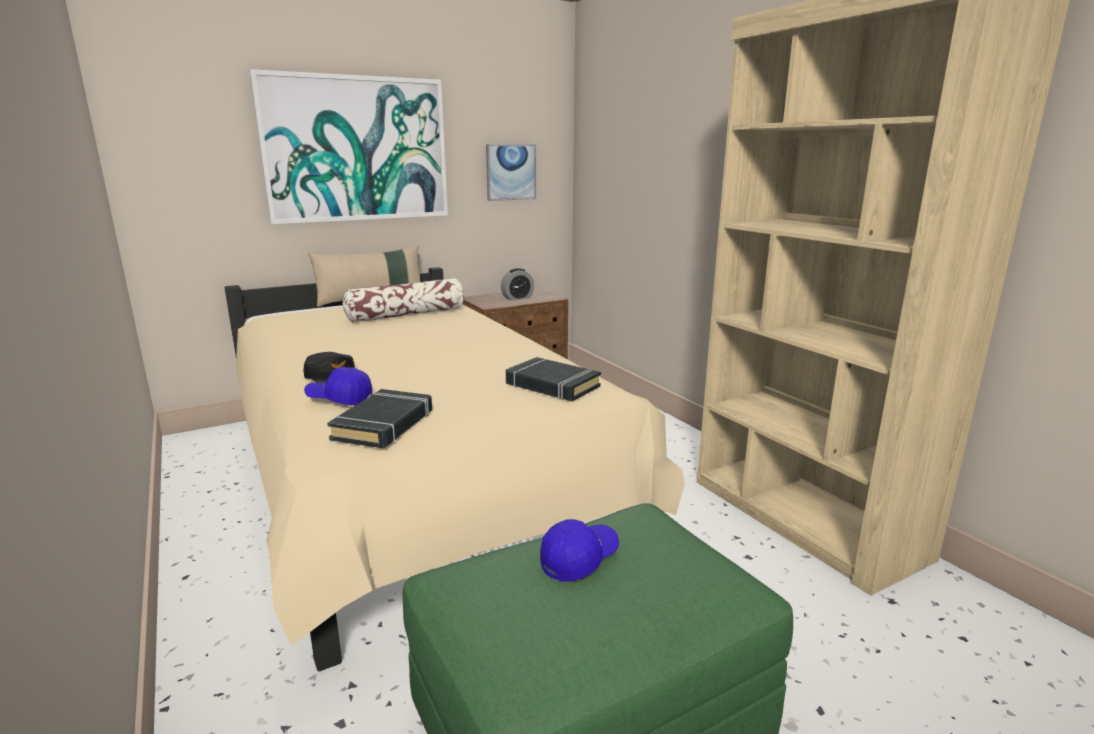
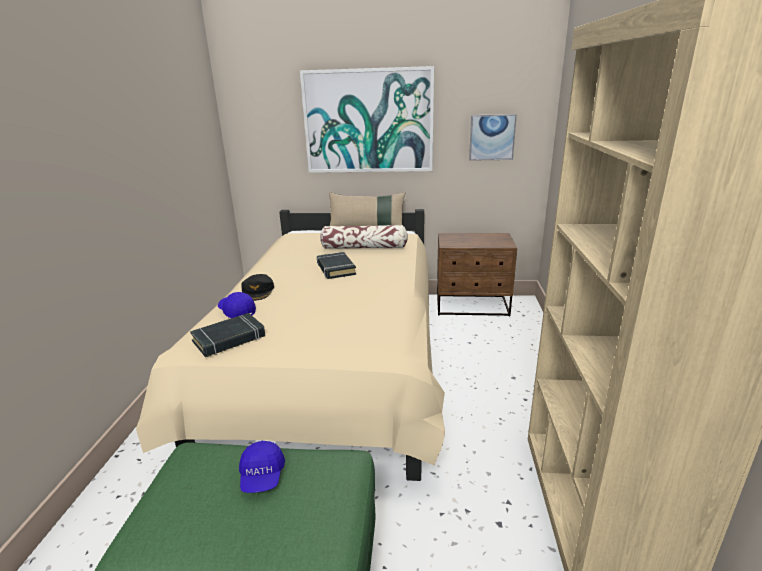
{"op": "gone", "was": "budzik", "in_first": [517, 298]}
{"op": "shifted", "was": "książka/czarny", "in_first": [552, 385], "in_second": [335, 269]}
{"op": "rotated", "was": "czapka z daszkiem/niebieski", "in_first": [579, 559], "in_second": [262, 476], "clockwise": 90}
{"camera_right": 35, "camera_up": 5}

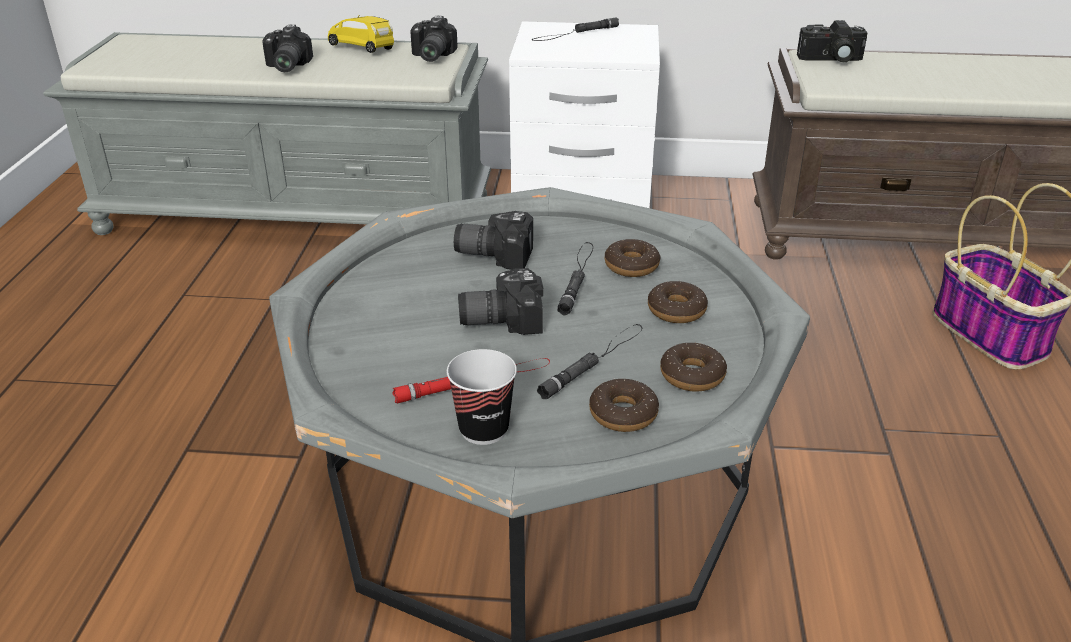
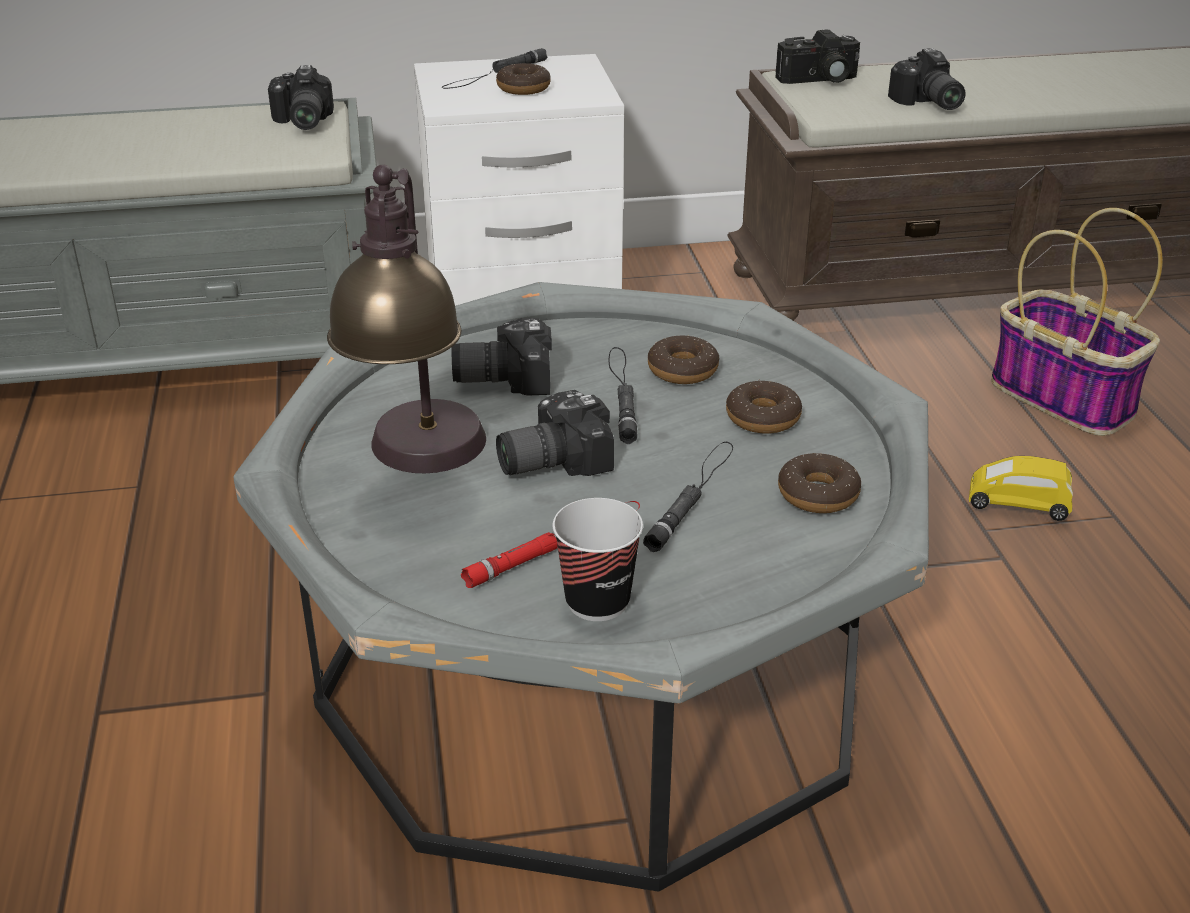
{"op": "shifted", "was": "aparat fotograficzny", "in_first": [285, 66], "in_second": [926, 103]}
{"op": "shifted", "was": "samochodzik/żółty", "in_first": [362, 49], "in_second": [1017, 506]}
{"op": "shifted", "was": "donut", "in_first": [623, 414], "in_second": [523, 88]}
{"op": "new", "now": "lampa stołowa", "in_second": [420, 467]}
{"camera_right": -15, "camera_up": 0}

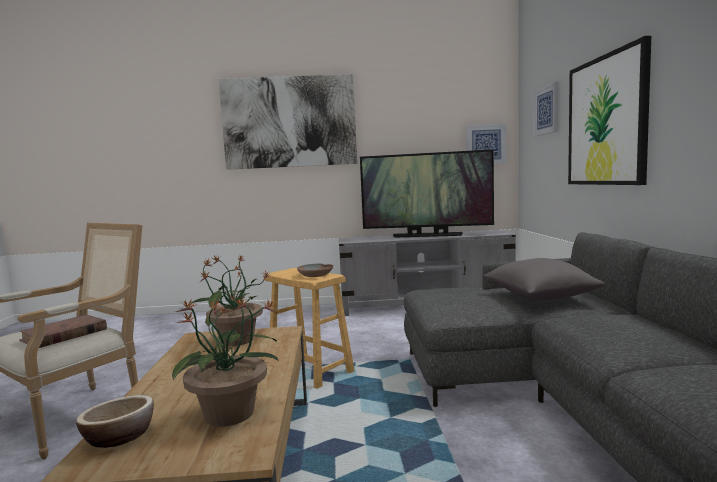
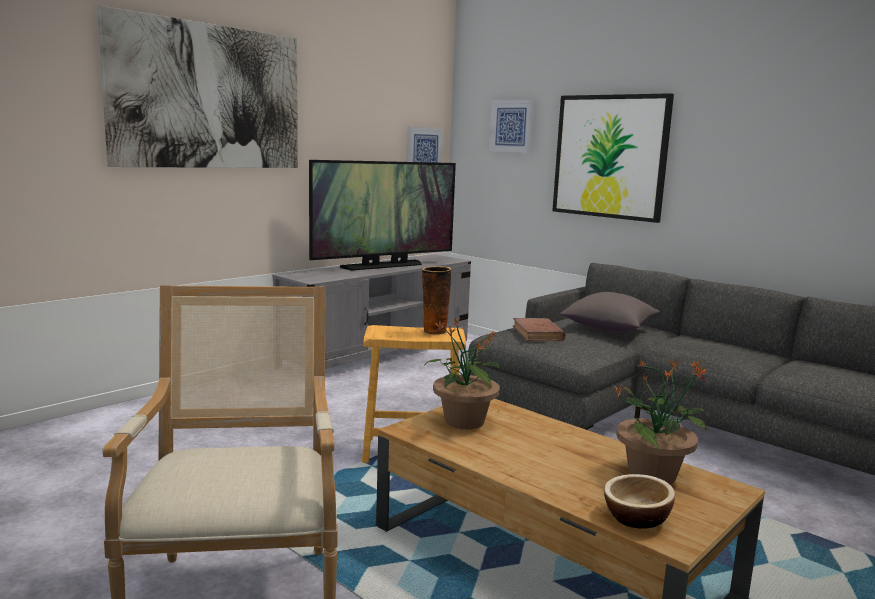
{"op": "shifted", "was": "książka/brązowy", "in_first": [64, 335], "in_second": [537, 333]}
{"op": "swapped", "was": "miska/brązowy", "now": "wazon", "in_first": [315, 275], "in_second": [433, 332]}
{"camera_right": -45, "camera_up": 5}

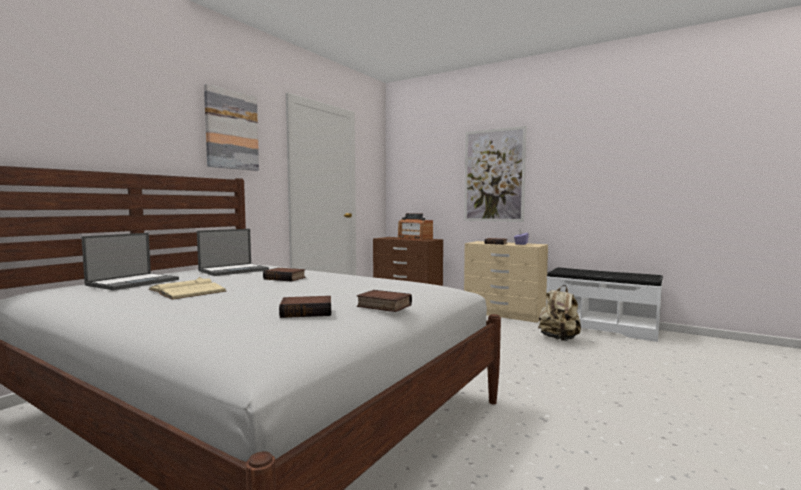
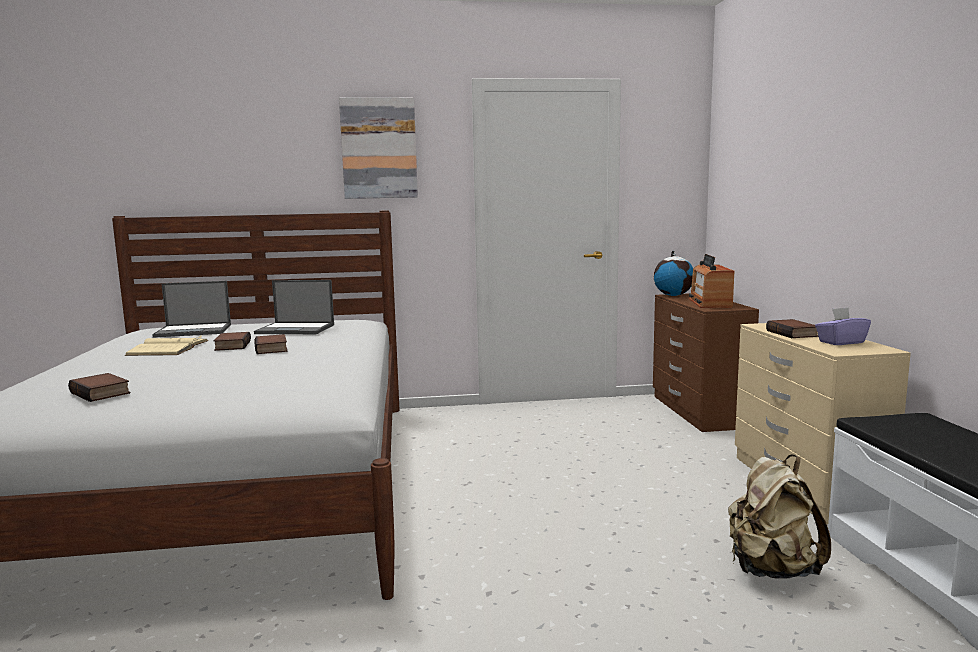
{"op": "shifted", "was": "książka", "in_first": [382, 306], "in_second": [231, 345]}
{"op": "gone", "was": "obraz", "in_first": [494, 175]}
{"op": "new", "now": "globus", "in_second": [673, 295]}
{"camera_right": 50, "camera_up": 5}

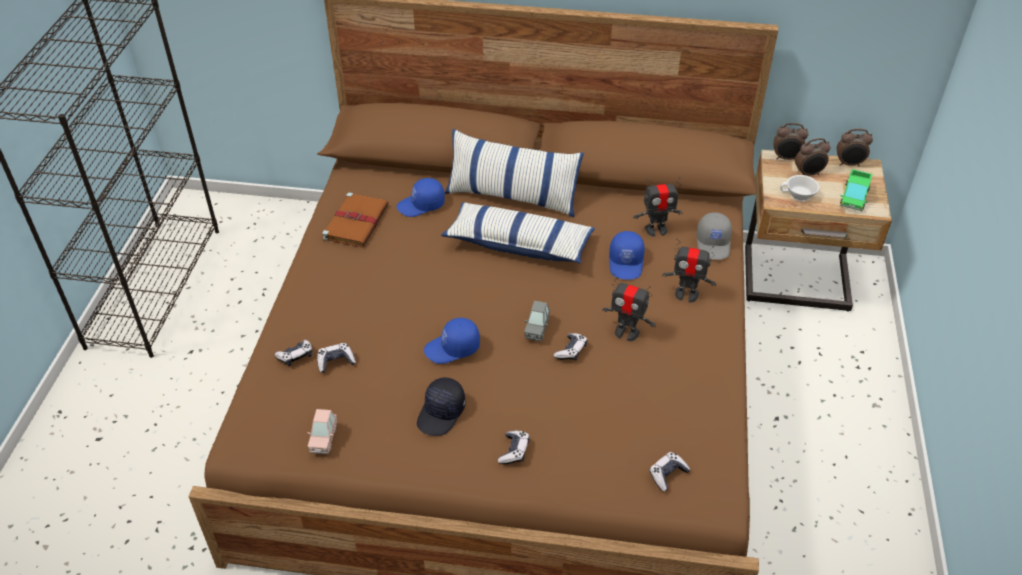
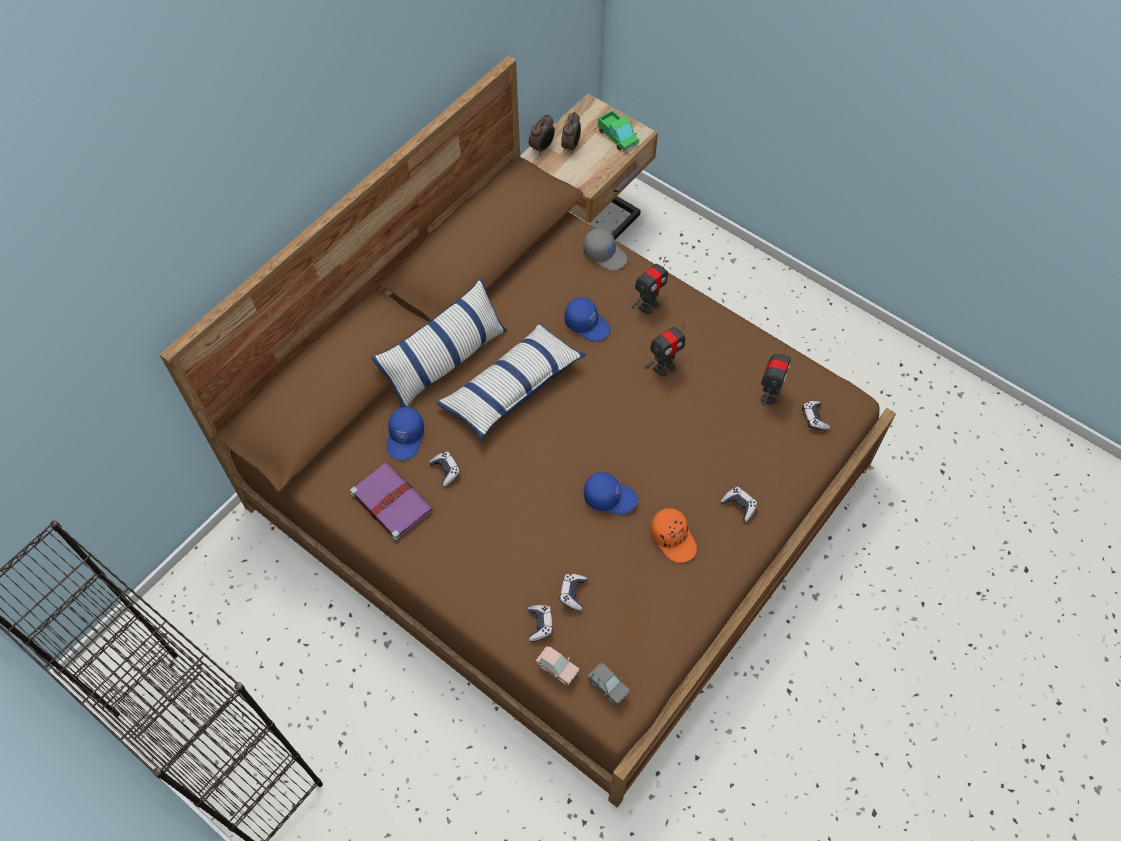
{"op": "shifted", "was": "samochodzik/różowy", "in_first": [323, 439], "in_second": [557, 668]}
{"op": "repainted", "was": "książka/brązowy", "now": "książka/fioletowy", "in_first": [356, 221], "in_second": [390, 501]}
{"op": "repainted", "was": "czapka z daszkiem/czarny", "now": "czapka z daszkiem/pomarańczowy", "in_first": [442, 413], "in_second": [673, 538]}
{"op": "rotated", "was": "czapka z daszkiem/niebieski", "in_first": [452, 348], "in_second": [610, 497], "clockwise": -90}
{"op": "shifted", "was": "samochodzik/szary", "in_first": [537, 328], "in_second": [608, 686]}
{"op": "shifted", "was": "pad do gier", "in_first": [571, 351], "in_second": [446, 470]}
{"op": "shifted", "was": "robot zabawkowy", "in_first": [656, 230], "in_second": [769, 395]}
{"op": "gone", "was": "filiżanka/biały", "in_first": [799, 196]}
{"op": "gone", "was": "budzik", "in_first": [849, 164]}
{"camera_right": -60, "camera_up": 15}

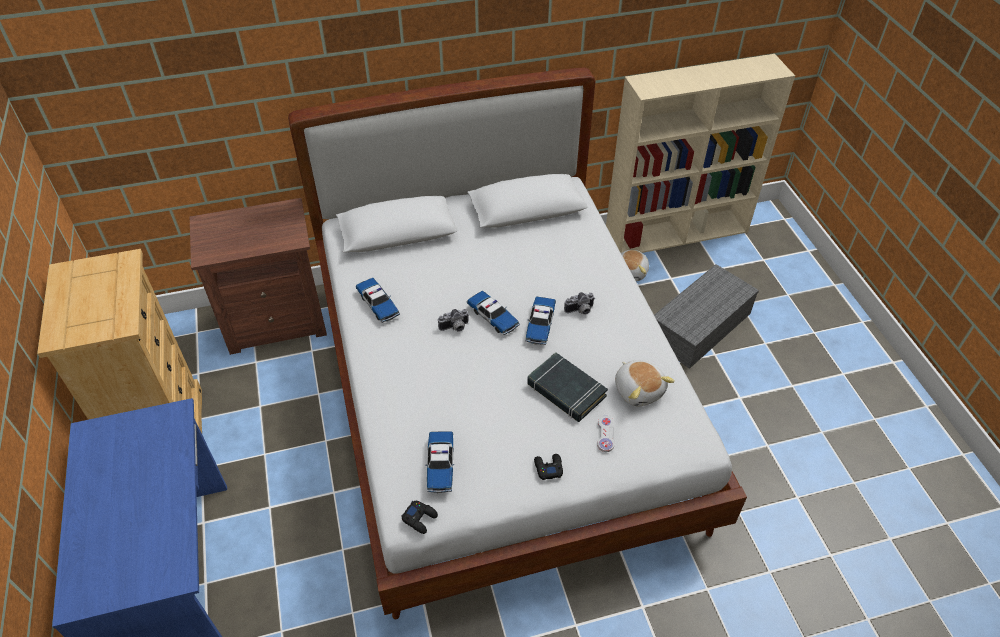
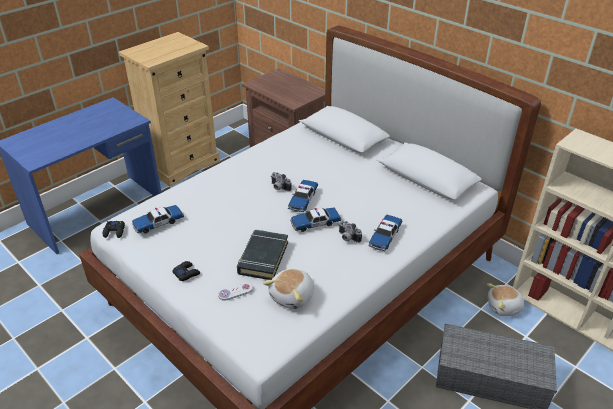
{"op": "shifted", "was": "samochodzik", "in_first": [378, 304], "in_second": [385, 236]}
{"camera_right": 60, "camera_up": -10}

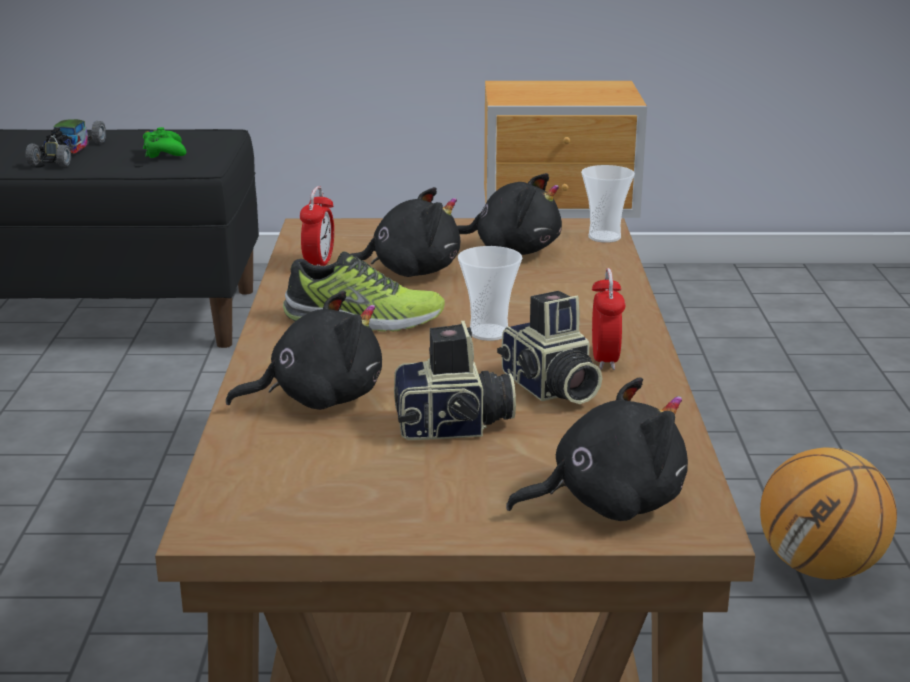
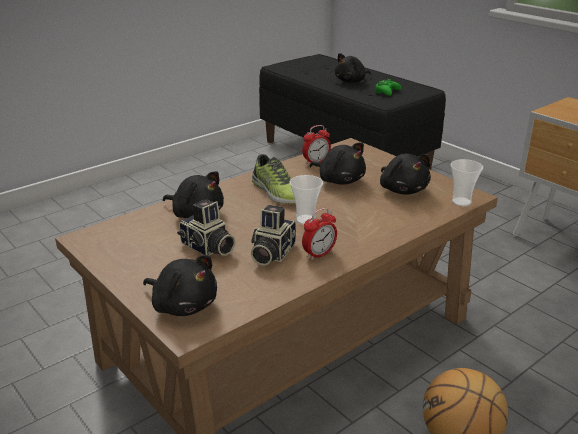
{"op": "swapped", "was": "samochodzik", "now": "pluszak/czarny", "in_first": [67, 153], "in_second": [351, 81]}
{"camera_right": 50, "camera_up": 5}

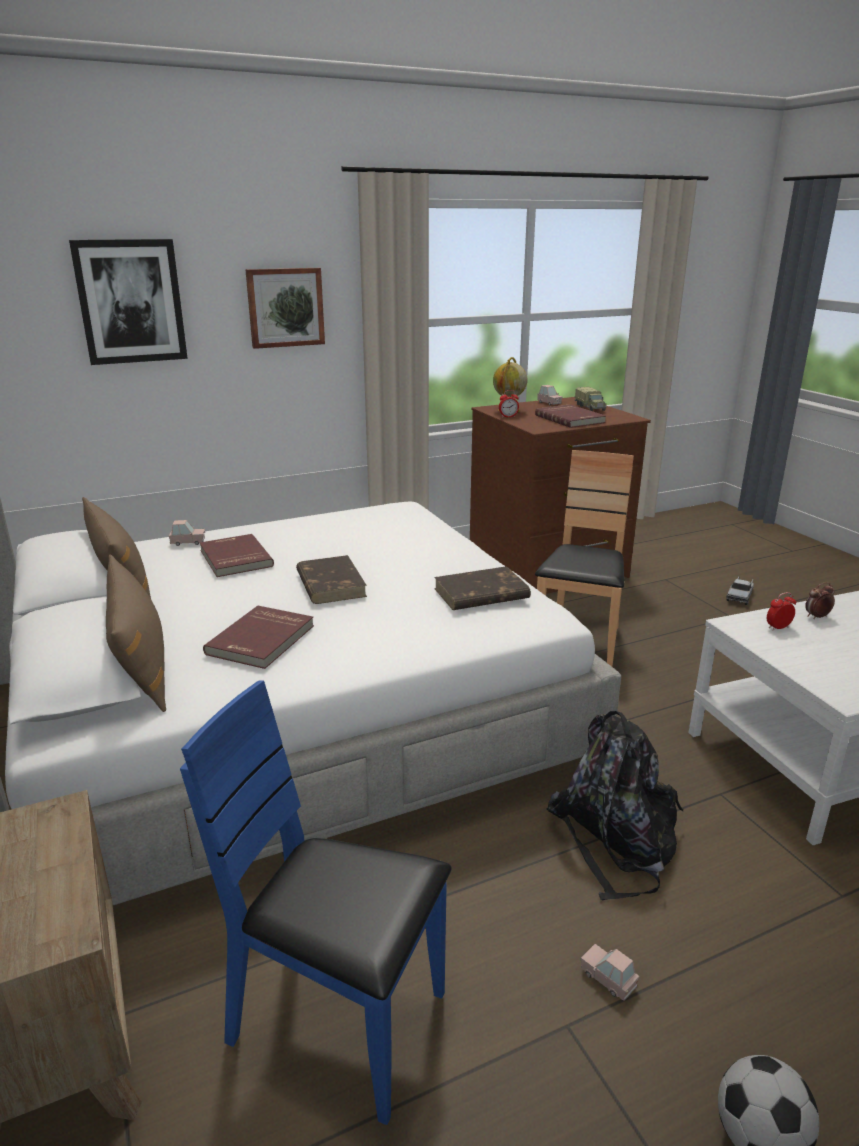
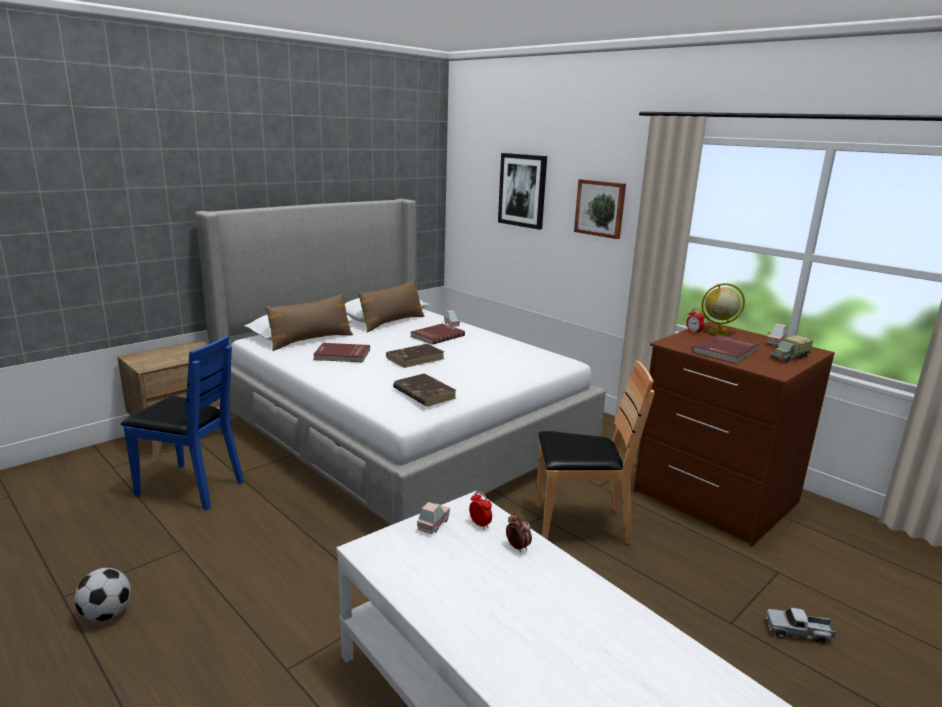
{"op": "rotated", "was": "krzesło/niebieski", "in_first": [338, 1022], "in_second": [190, 487], "clockwise": 105}
{"op": "gone", "was": "plecak/czarny", "in_first": [616, 839]}
{"op": "shifted", "was": "samochodzik/różowy", "in_first": [607, 979], "in_second": [433, 524]}
{"camera_right": 70, "camera_up": -5}

